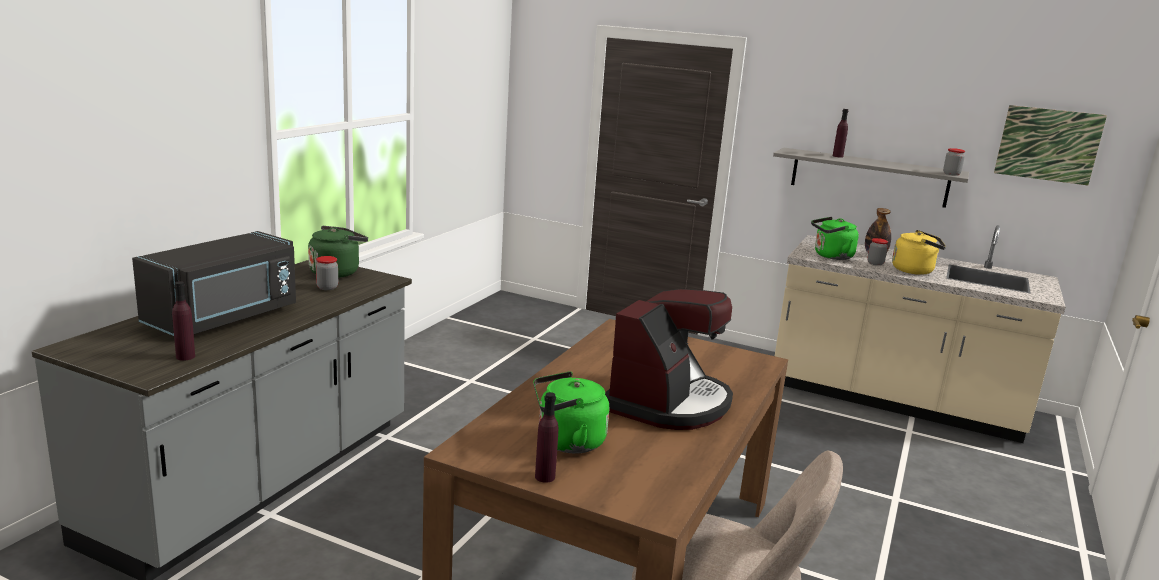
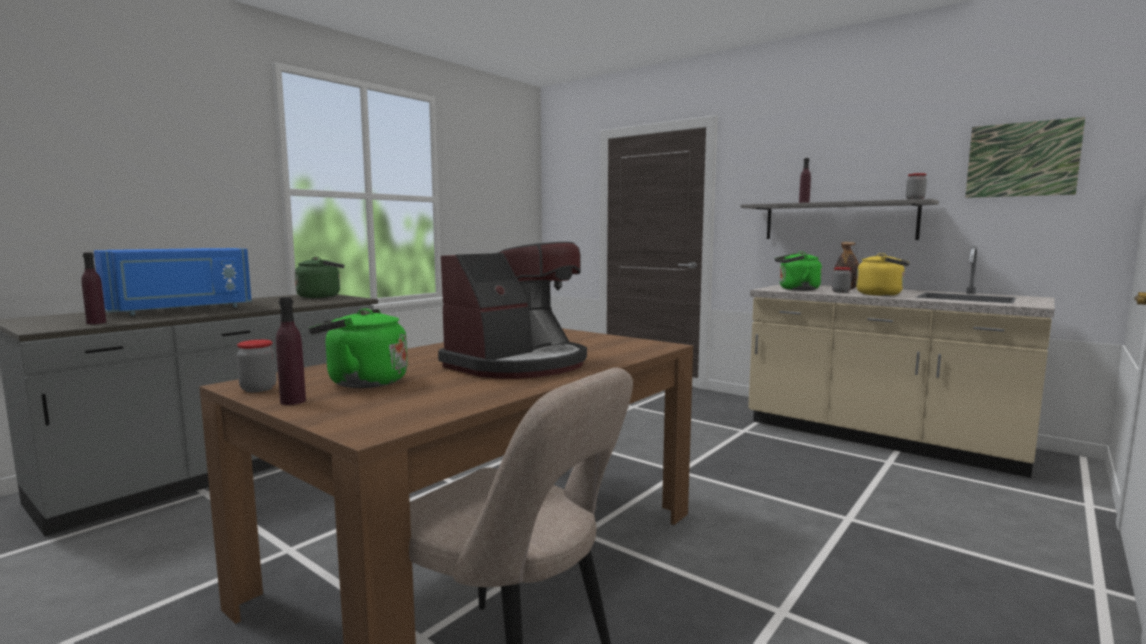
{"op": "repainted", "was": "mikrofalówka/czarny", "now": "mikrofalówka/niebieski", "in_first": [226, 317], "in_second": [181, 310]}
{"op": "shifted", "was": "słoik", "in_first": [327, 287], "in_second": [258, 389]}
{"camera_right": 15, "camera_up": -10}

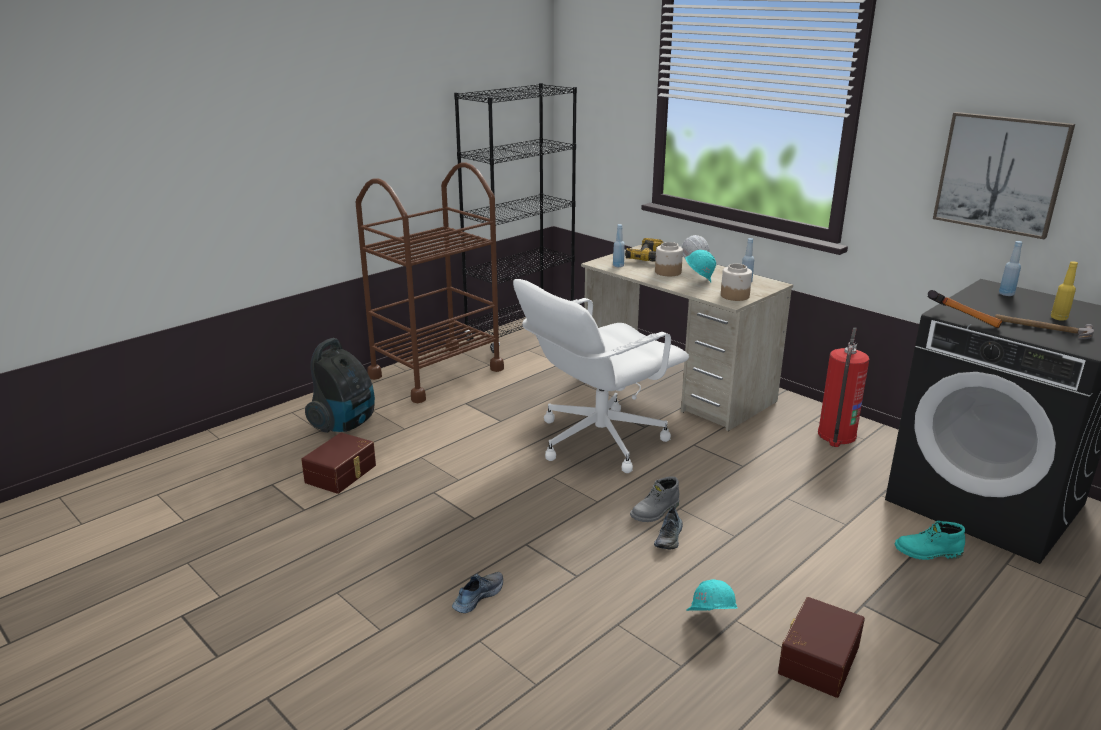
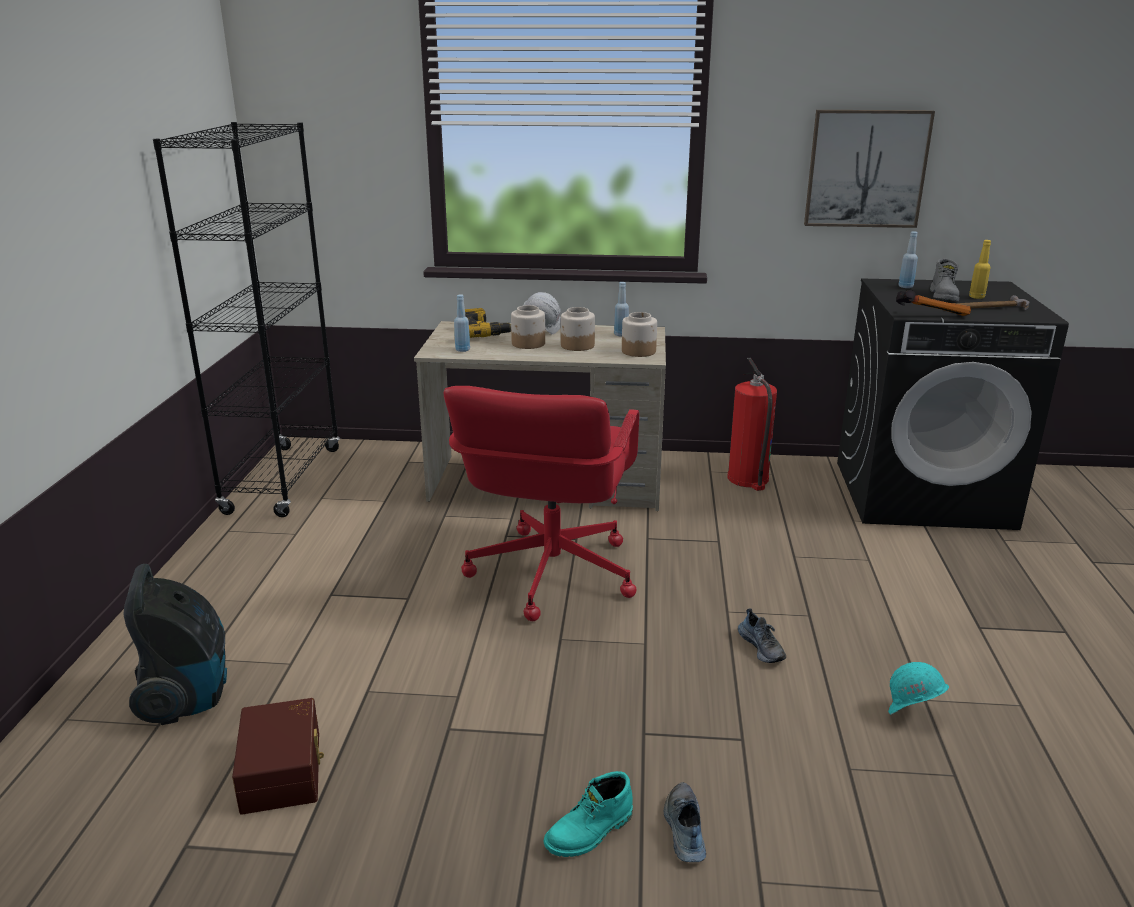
{"op": "gone", "was": "wózek/brązowy", "in_first": [436, 373]}
{"op": "repainted", "was": "krzesło biurowe/biały", "now": "krzesło biurowe/czerwony", "in_first": [598, 440], "in_second": [550, 574]}
{"op": "shifted", "was": "but z cholewką/szary", "in_first": [655, 512], "in_second": [944, 297]}
{"op": "swapped", "was": "kask/turkusowy", "now": "słoik", "in_first": [698, 281], "in_second": [577, 346]}
{"op": "gone", "was": "pojemnik do przechowywania/brązowy", "in_first": [816, 658]}
{"op": "shifted", "was": "but z cholewką/turkusowy", "in_first": [928, 553], "in_second": [590, 833]}
{"camera_right": -40, "camera_up": 0}

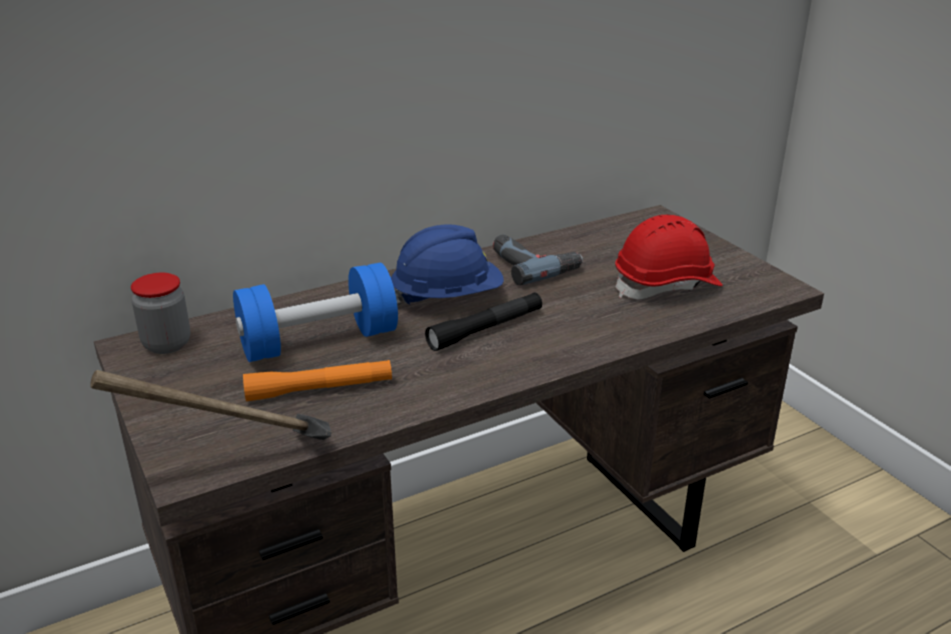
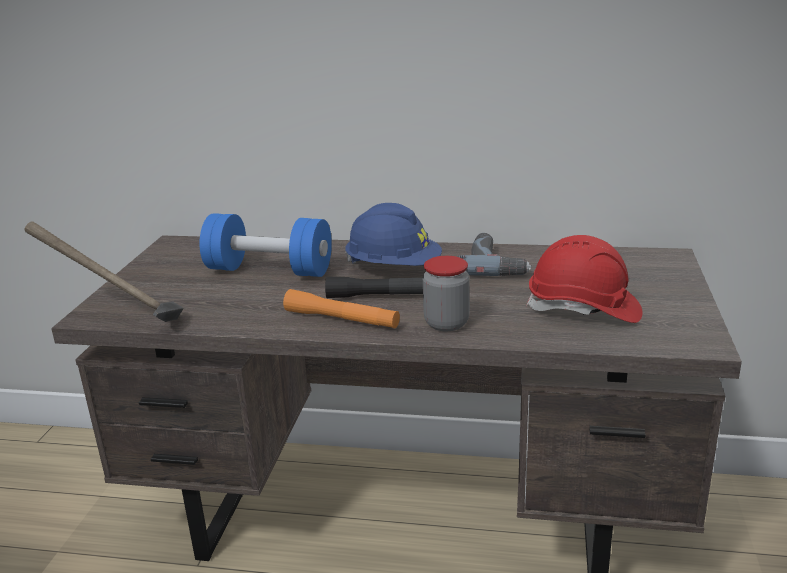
{"op": "shifted", "was": "słoik", "in_first": [167, 344], "in_second": [446, 323]}
{"op": "shifted", "was": "latarka/pomarańczowy", "in_first": [319, 389], "in_second": [341, 319]}
{"camera_right": 40, "camera_up": -5}

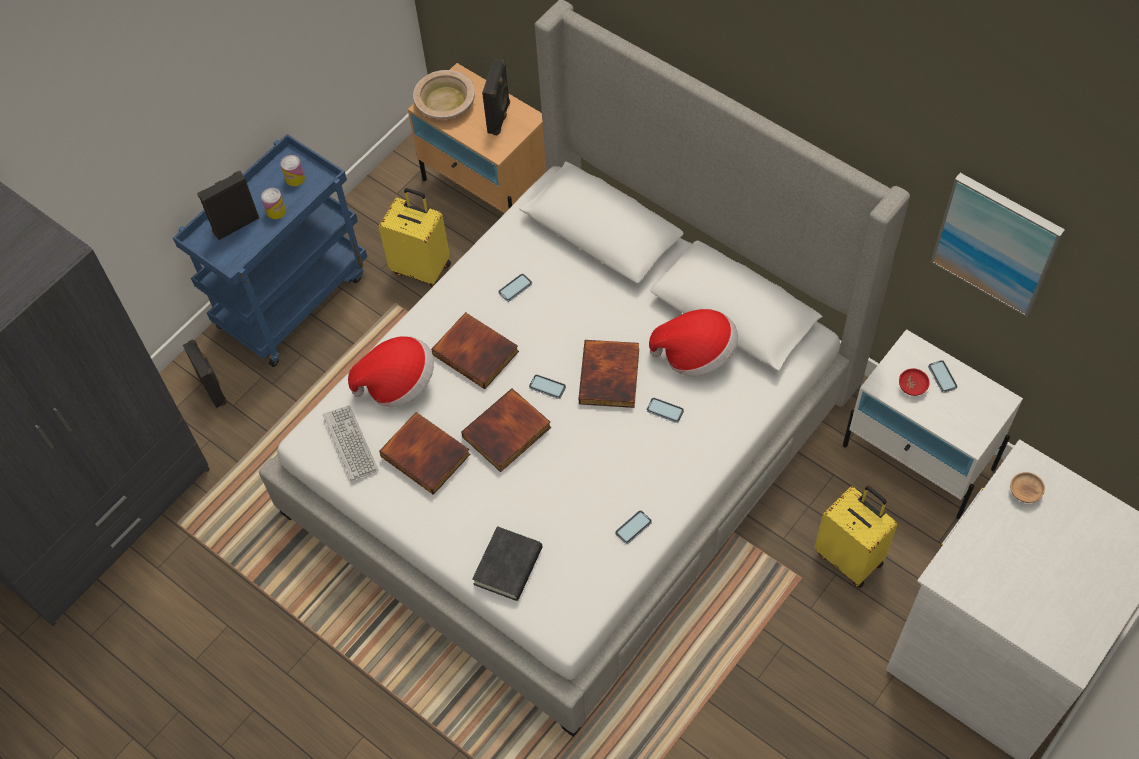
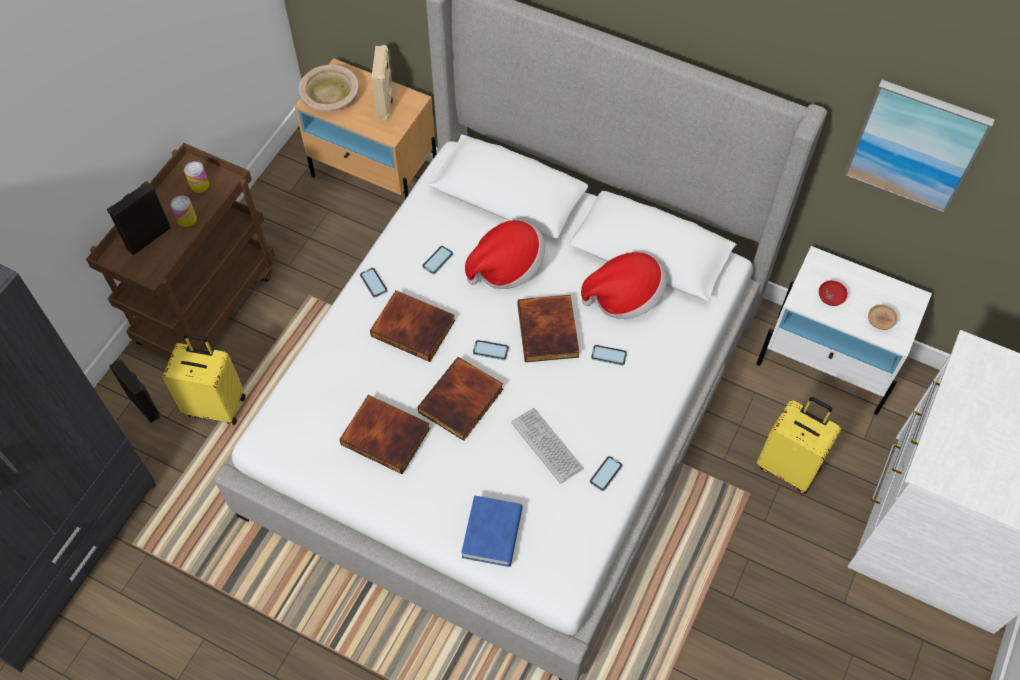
{"op": "repainted", "was": "wózek/niebieski", "now": "wózek/brązowy", "in_first": [293, 298], "in_second": [207, 305]}
{"op": "shifted", "was": "klawiatura", "in_first": [350, 443], "in_second": [547, 446]}
{"op": "shifted", "was": "kapelusz", "in_first": [398, 383], "in_second": [507, 267]}
{"op": "shifted", "was": "walizka/żółty", "in_first": [422, 267], "in_second": [216, 405]}
{"op": "repainted", "was": "książka/czarny", "now": "książka/niebieski", "in_first": [508, 566], "in_second": [492, 533]}
{"op": "repainted", "was": "głośnik/czarny", "now": "głośnik/beżowy", "in_first": [500, 118], "in_second": [386, 103]}
{"op": "shifted", "was": "telefon", "in_first": [942, 377], "in_second": [373, 283]}
{"op": "shifted", "was": "miska/brązowy", "in_first": [1024, 492], "in_second": [880, 322]}
{"camera_right": -15, "camera_up": 0}

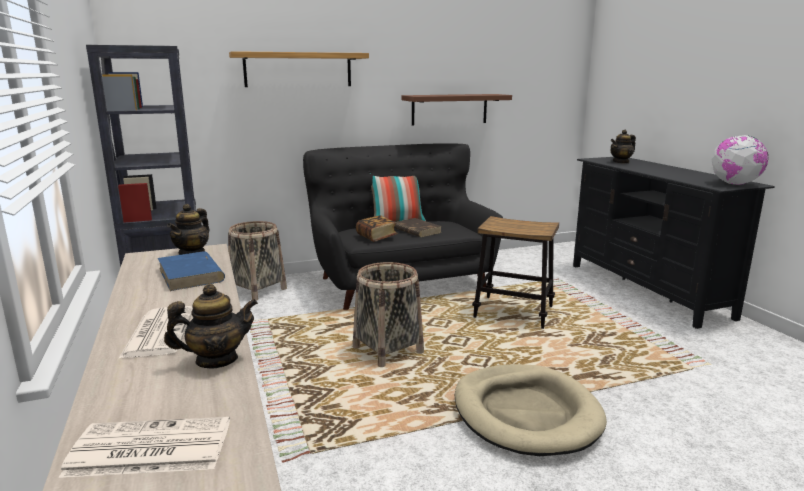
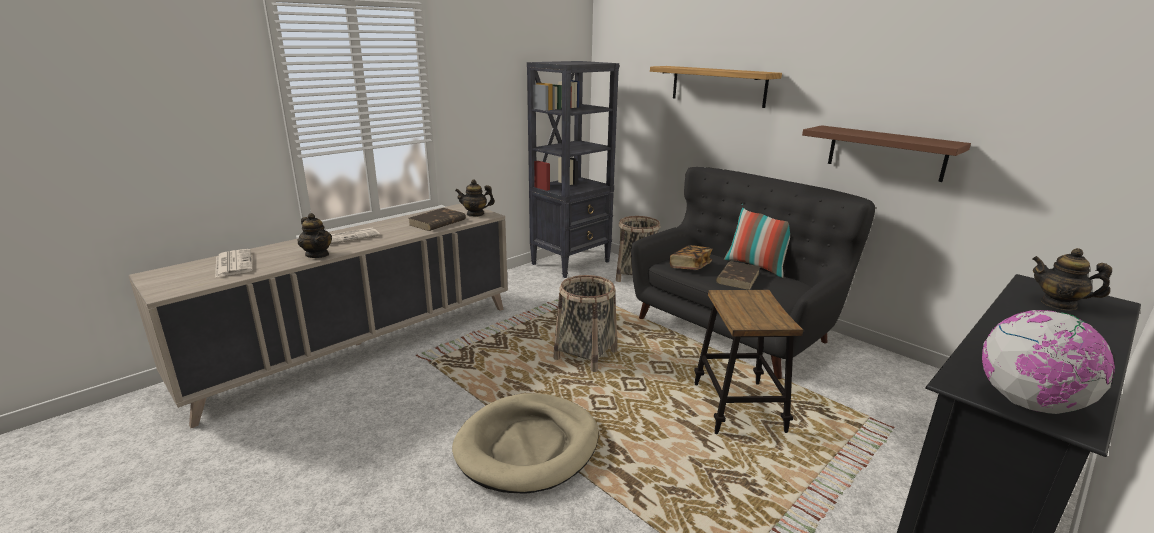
{"op": "repainted", "was": "książka/niebieski", "now": "książka/brązowy", "in_first": [191, 275], "in_second": [437, 222]}
{"camera_right": 65, "camera_up": 5}

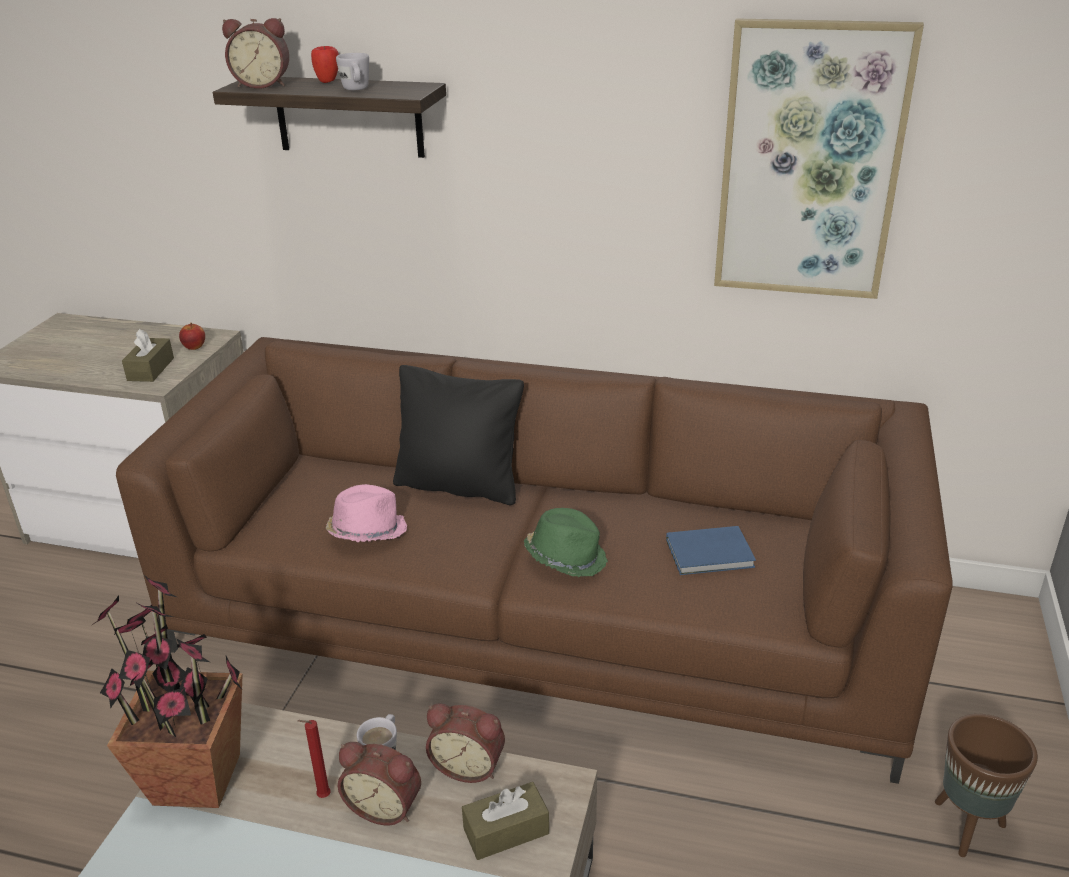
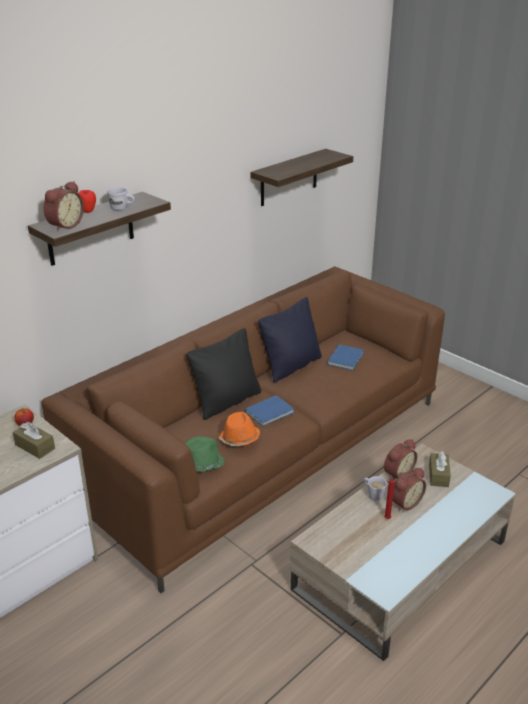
{"op": "gone", "was": "roślina doniczkowa", "in_first": [197, 780]}
{"op": "repainted", "was": "kapelusz/różowy", "now": "kapelusz/pomarańczowy", "in_first": [367, 531], "in_second": [239, 439]}
{"op": "shifted", "was": "kapelusz/zielony", "in_first": [566, 557], "in_second": [200, 464]}
{"op": "swapped", "was": "obraz", "now": "półka", "in_first": [810, 163], "in_second": [289, 178]}
{"op": "gone", "was": "donica/brązowy", "in_first": [967, 828]}
{"op": "new", "now": "książka/niebieski", "in_second": [271, 412]}
{"op": "new", "now": "poduszka/czarny", "in_second": [291, 366]}
{"camera_right": -60, "camera_up": 0}

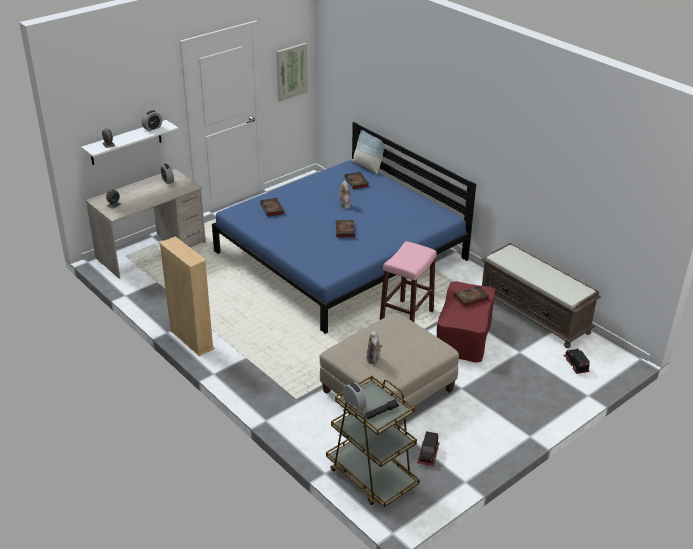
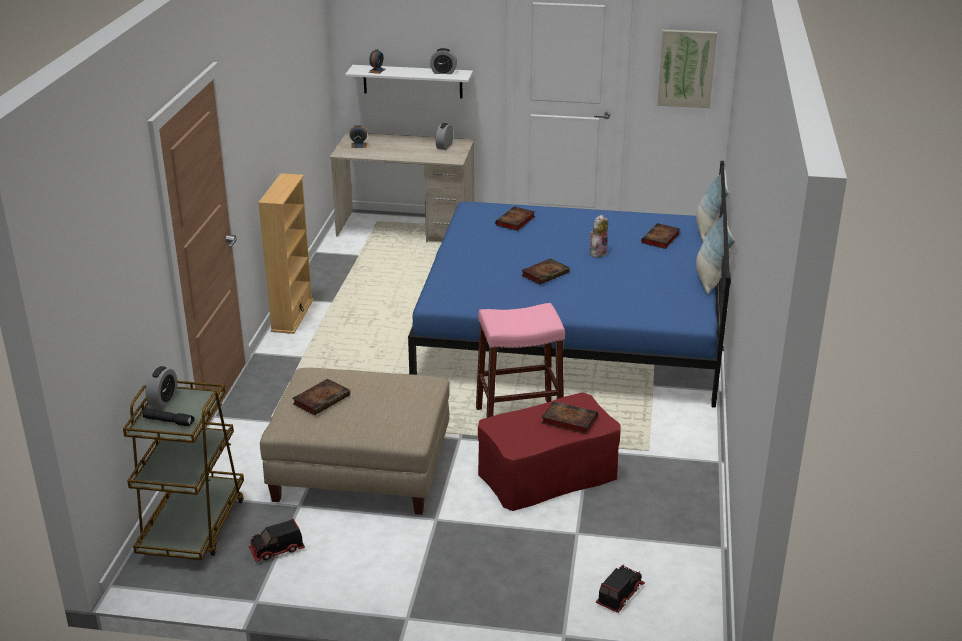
{"op": "swapped", "was": "pluszak", "now": "książka", "in_first": [374, 359], "in_second": [322, 399]}
{"op": "gone", "was": "ławka/brązowy", "in_first": [534, 313]}
{"op": "new", "now": "poduszka", "in_second": [710, 280]}
{"camera_right": 50, "camera_up": -5}

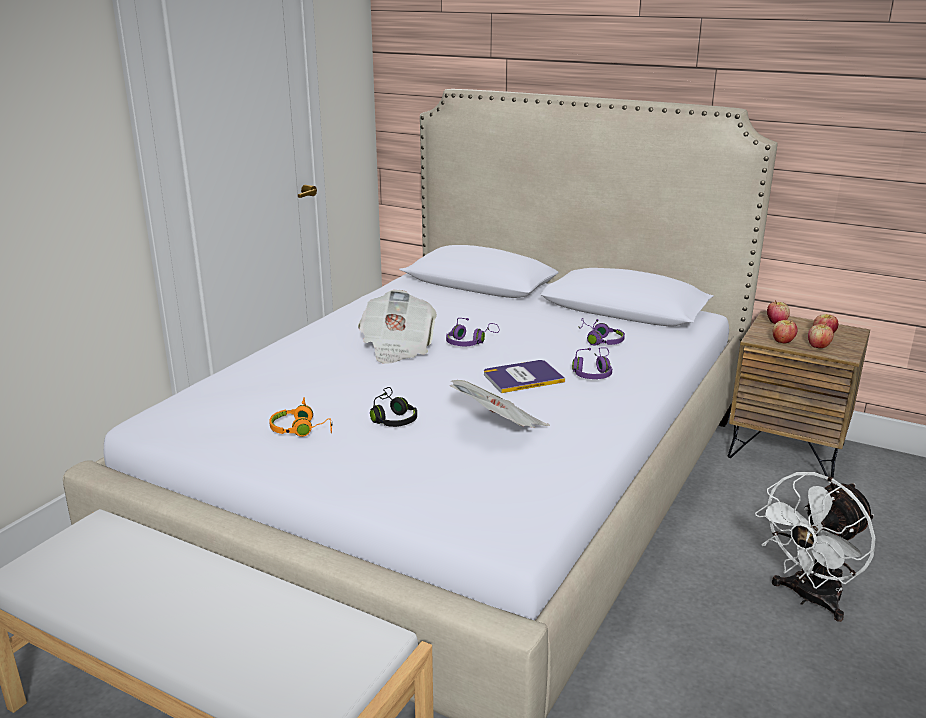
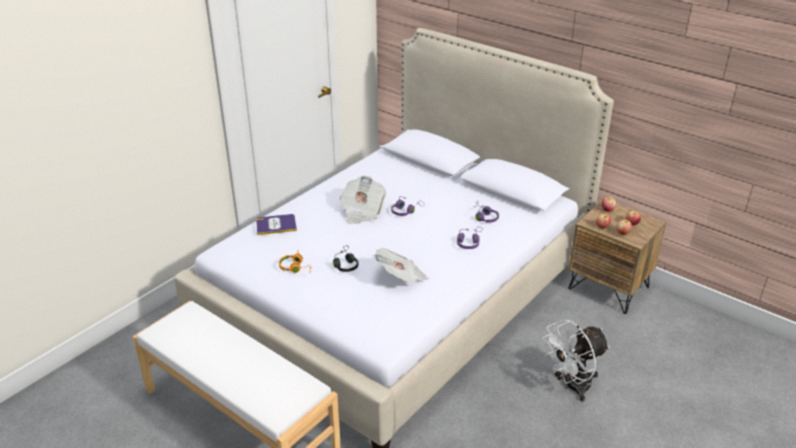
{"op": "shifted", "was": "książka", "in_first": [523, 377], "in_second": [276, 225]}
{"camera_right": 10, "camera_up": 10}

